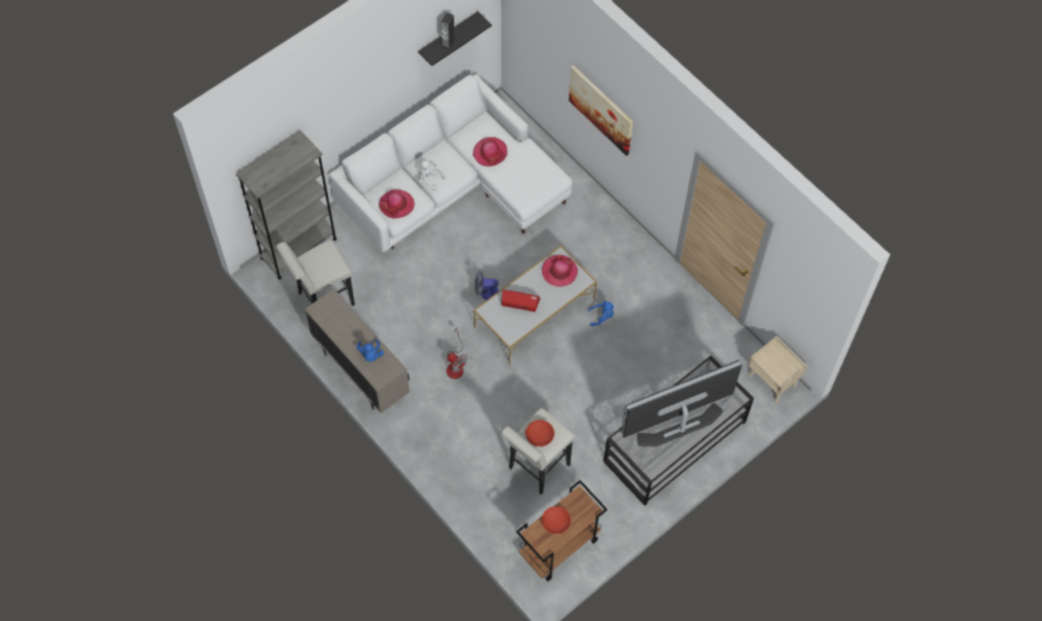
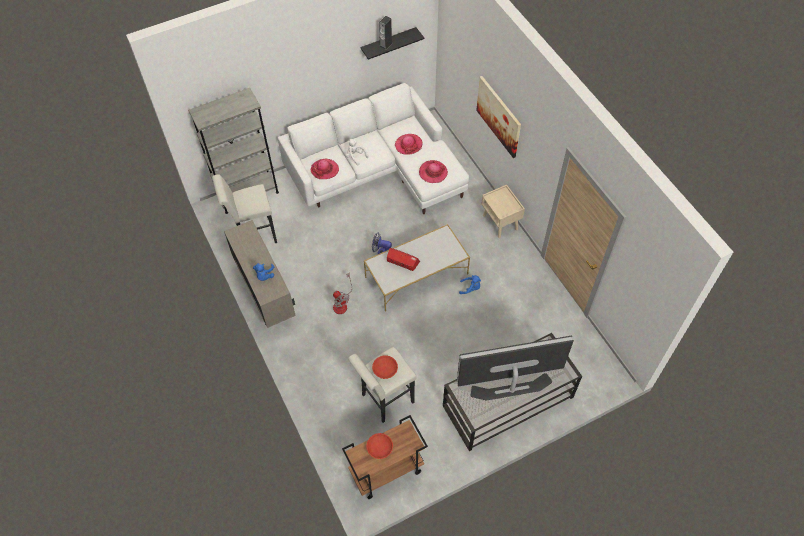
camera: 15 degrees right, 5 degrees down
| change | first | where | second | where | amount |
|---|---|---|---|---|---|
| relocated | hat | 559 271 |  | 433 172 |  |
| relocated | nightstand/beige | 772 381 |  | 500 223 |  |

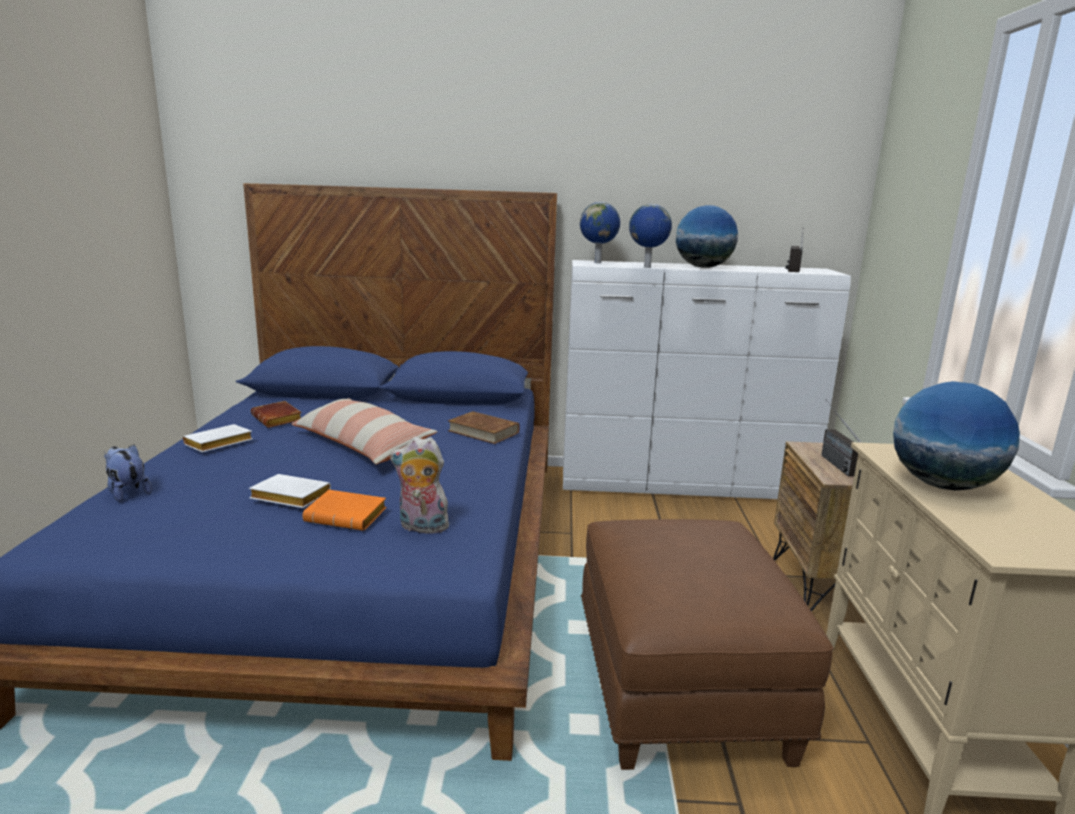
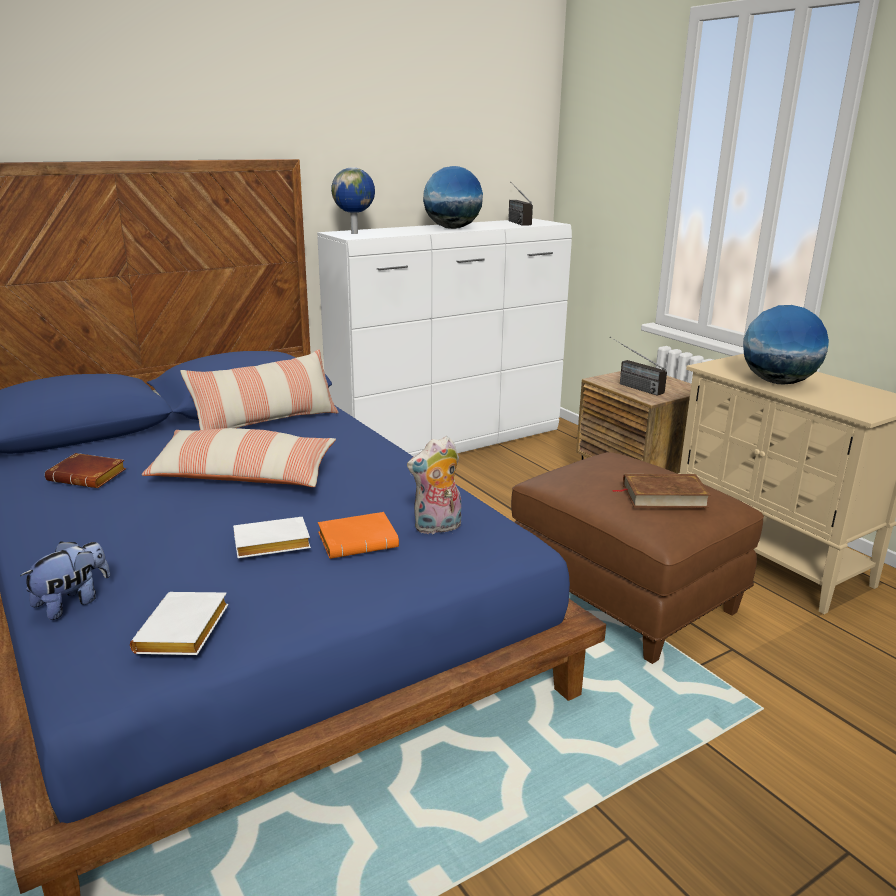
camera: 35 degrees left, 5 degrees up
| change | first | where | second | where | amount |
|---|---|---|---|---|---|
| missing | globe | 647 267 |  |  |  |
| appeared |  |  | pillow | 266 422 |  |
| relocated | book/white | 218 444 |  | 184 633 |  |
| relocated | book/brown | 483 432 |  | 663 496 |  |
| spun | plush toy | 127 493 |  | 72 602 | 120 degrees clockwise |

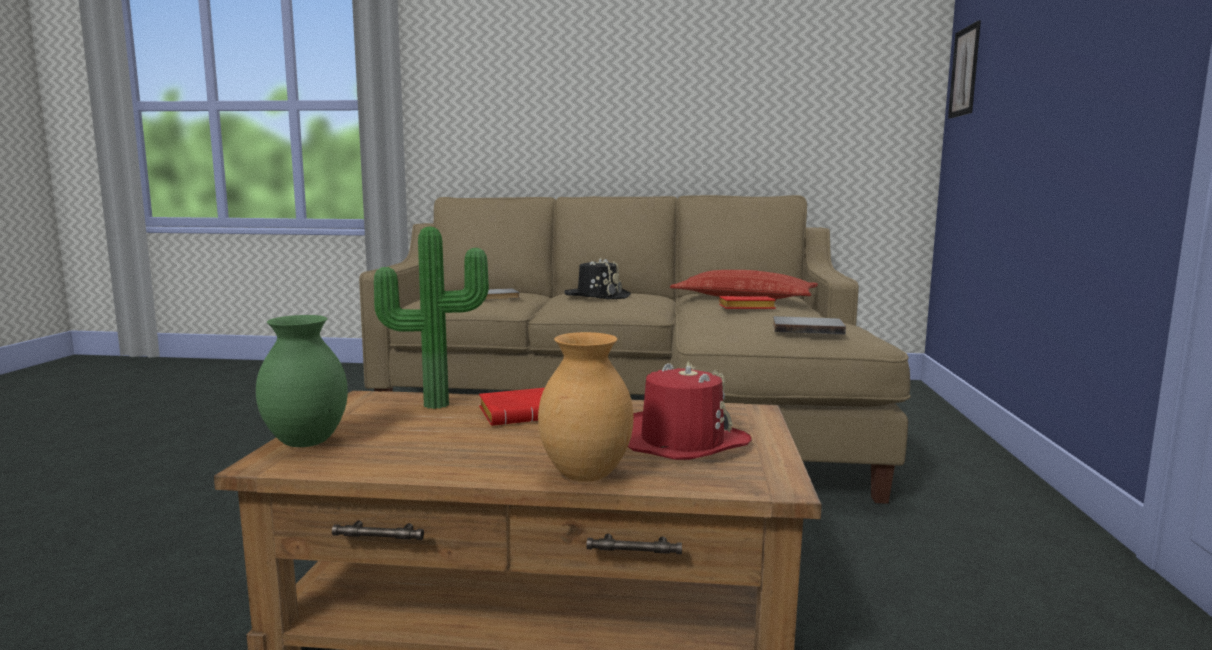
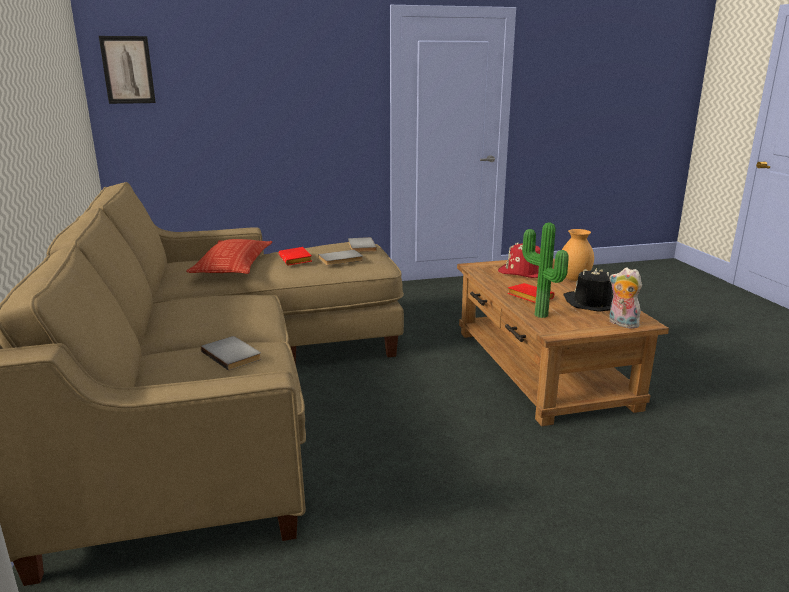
camera: 110 degrees left, 10 degrees up
| change | first | where | second | where | amount |
|---|---|---|---|---|---|
| appeared |  |  | book/grey | 341 260 |  |
| relocated | hat/black | 597 296 |  | 592 303 |  |
| exchanged | vase/green | 305 443 | plush toy | 621 324 |  |

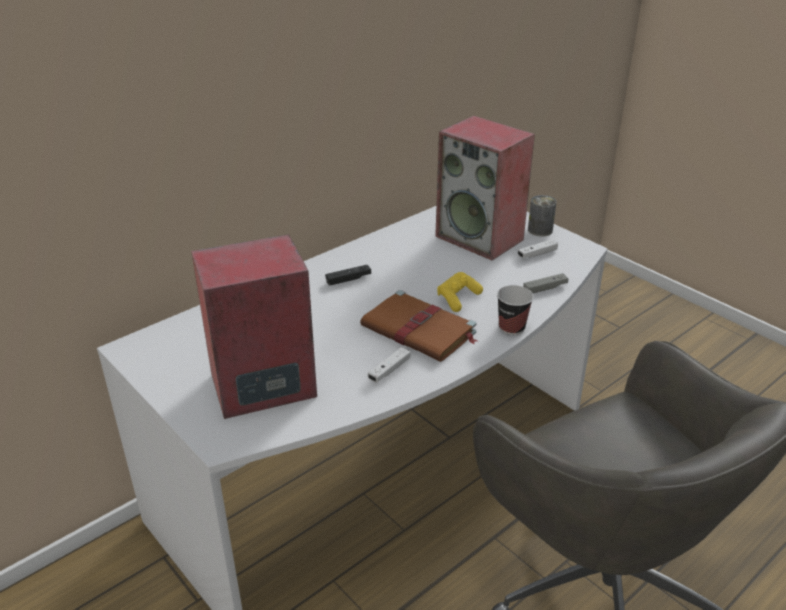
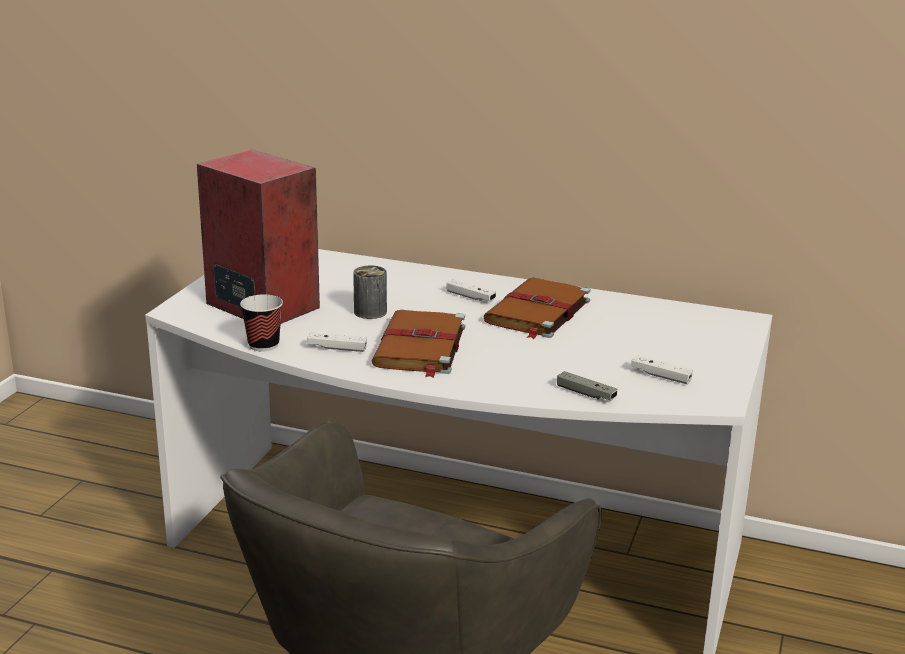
camera: 60 degrees right, 10 degrees down
| change | first | where | second | where | amount |
|---|---|---|---|---|---|
| missing | speaker | 481 238 |  |  |  |
| missing | game controller/yellow | 458 298 |  |  |  |
| appeared |  |  | book/brown | 537 312 |  |
| relocated | cup | 511 328 |  | 263 345 |  |
| relocated | can | 540 230 |  | 370 312 |  |
| colour | game controller/black | 348 279 | game controller/white | 470 297 |  |

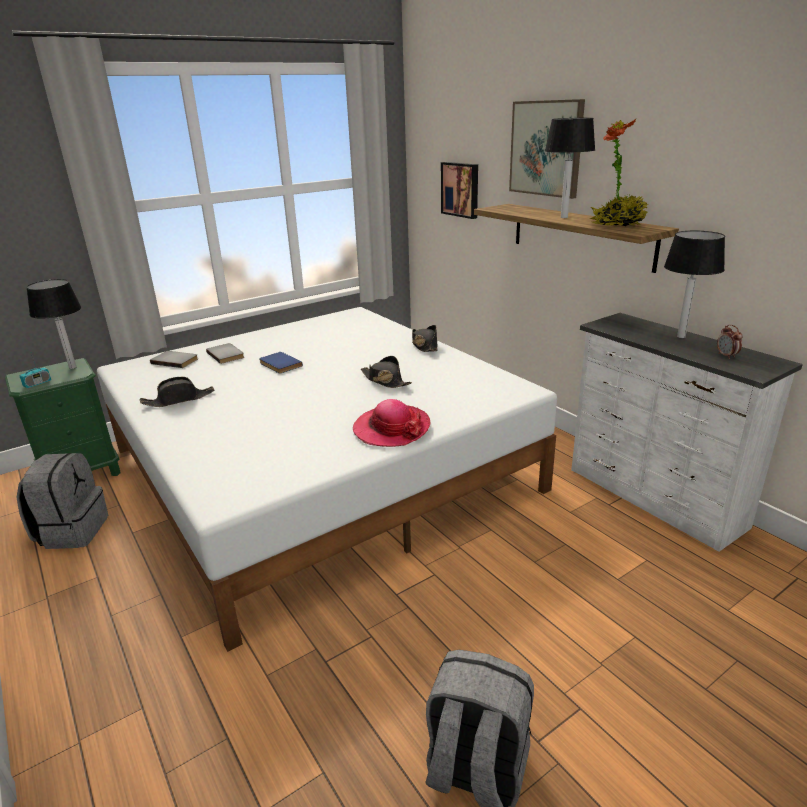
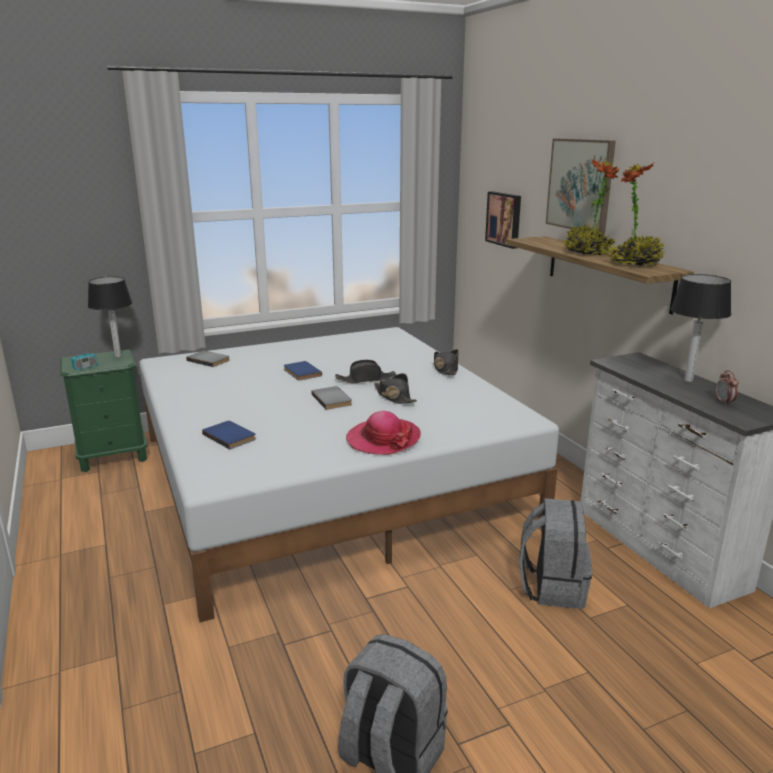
camera: 10 degrees right, 5 degrees down
| change | first | where | second | where | amount |
|---|---|---|---|---|---|
| appeared |  |  | book/blue | 231 436 |  |
| relocated | backpack/grey | 72 531 |  | 552 587 |  |
| relocated | hat/black | 179 399 |  | 366 379 |  |
| relocated | book/grey | 227 354 |  | 333 399 |  |
| exchanged | table lamp | 563 217 | potted plant | 587 253 |  |

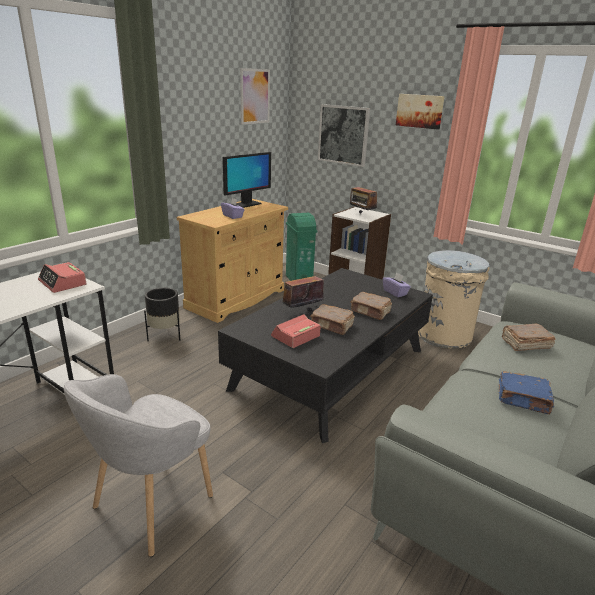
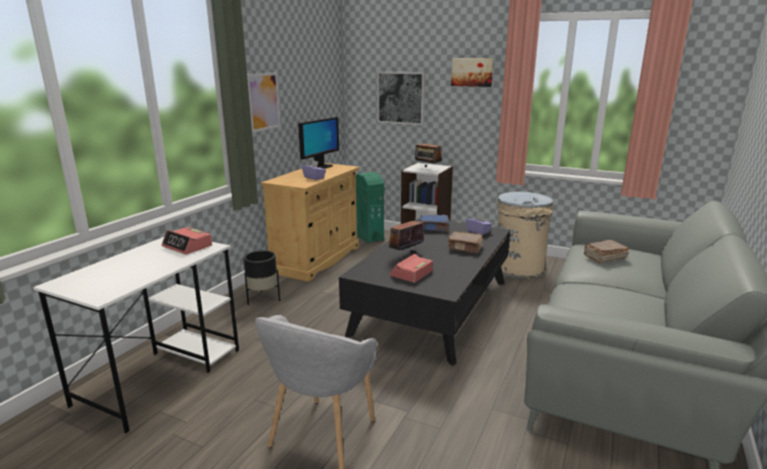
camera: 10 degrees left, 5 degrees down
| change | first | where | second | where | amount |
|---|---|---|---|---|---|
| missing | book/brown | 332 326 |  |  |  |
| relocated | picture | 255 96 |  | 263 101 |  |
| relocated | book/blue | 523 400 |  | 434 228 |  |

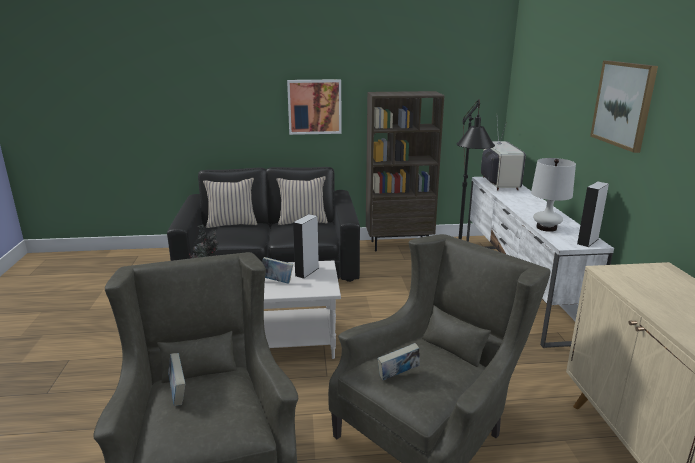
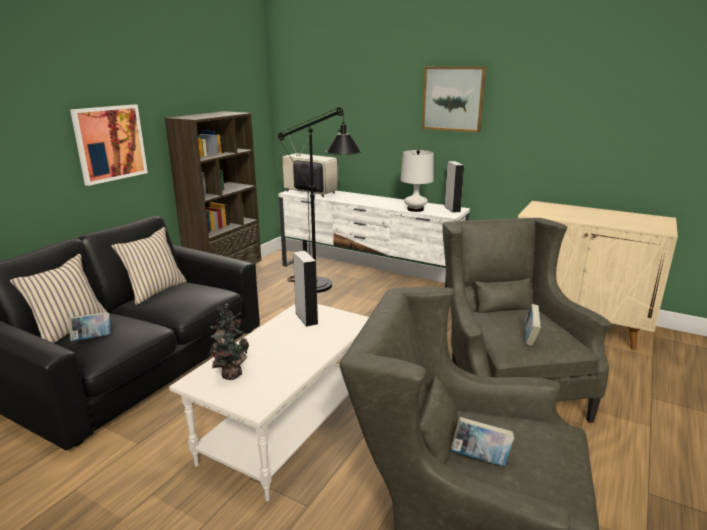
camera: 55 degrees left, 0 degrees up
| change | first | where | second | where | amount |
|---|---|---|---|---|---|
| relocated | book | 277 281 |  | 92 339 |  |

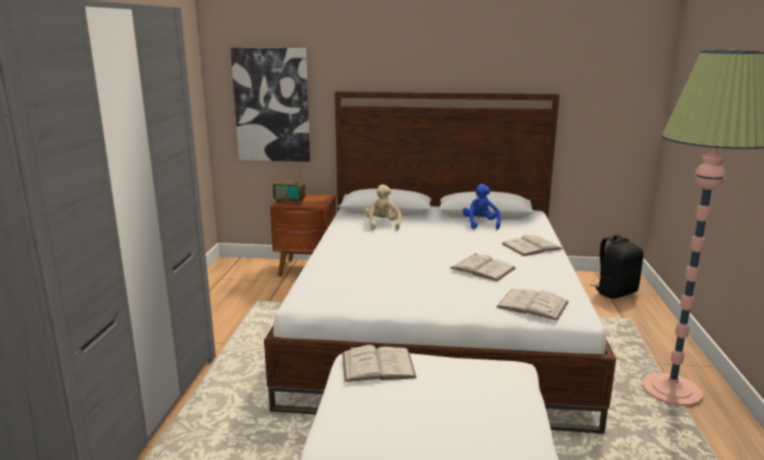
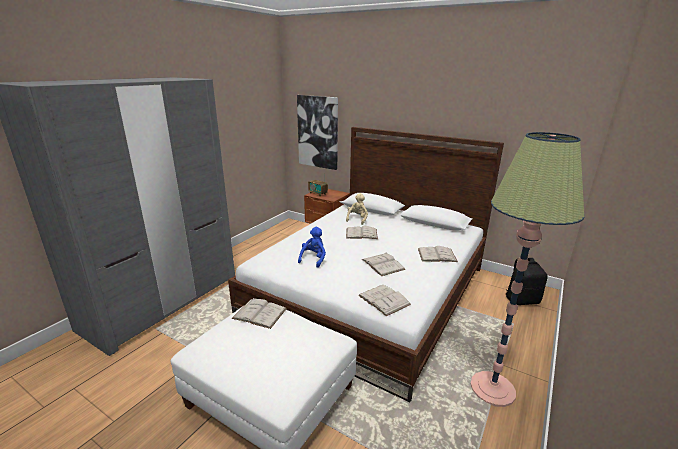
camera: 25 degrees right, 5 degrees up
| change | first | where | second | where | amount |
|---|---|---|---|---|---|
| appeared |  |  | book/white | 361 233 |  |
| relocated | plush toy/blue | 480 224 |  | 313 259 |  |

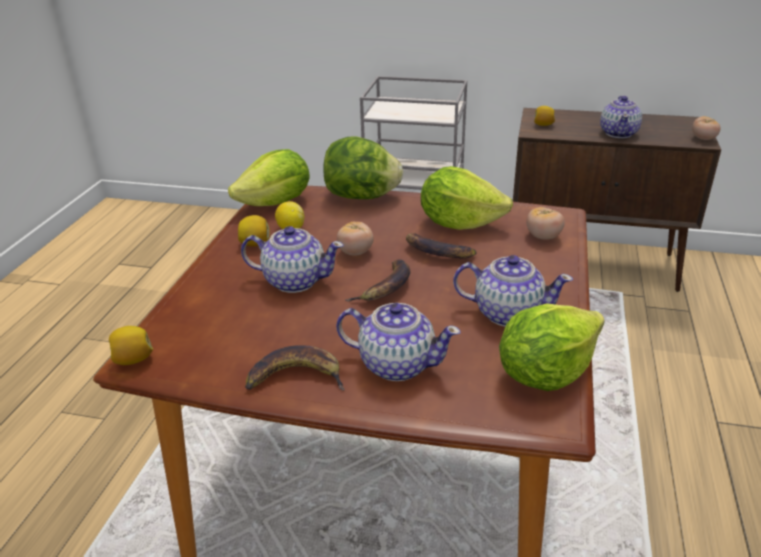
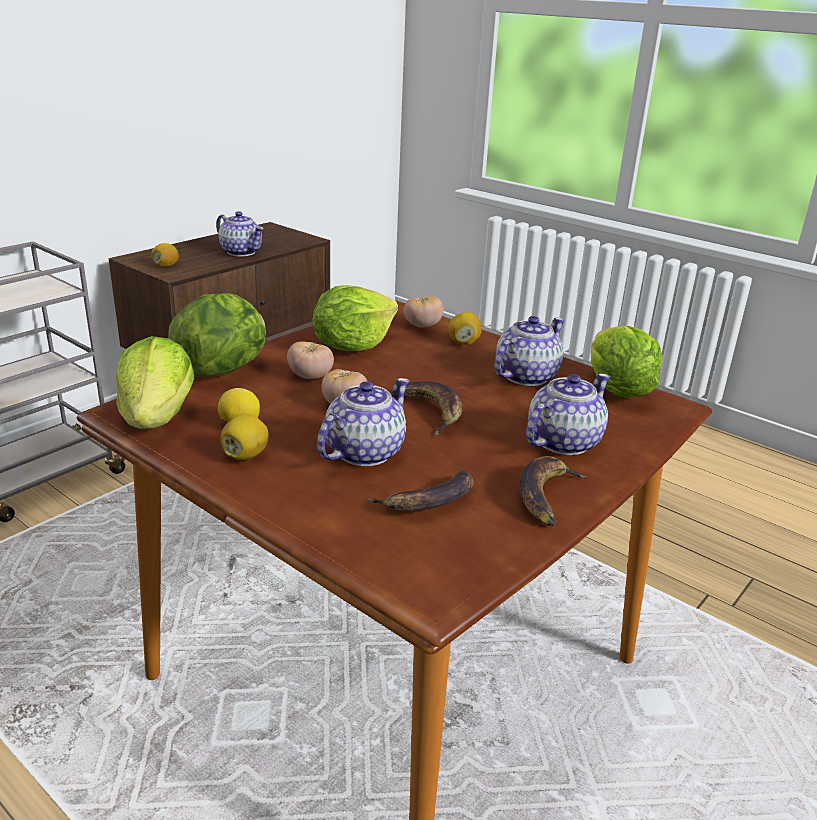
camera: 65 degrees left, 5 degrees down
| change | first | where | second | where | amount |
|---|---|---|---|---|---|
| relocated | lemon | 133 360 |  | 463 342 |  |
| relocated | banana | 436 252 |  | 428 501 |  |
| relocated | tomato | 703 139 |  | 310 377 |  |

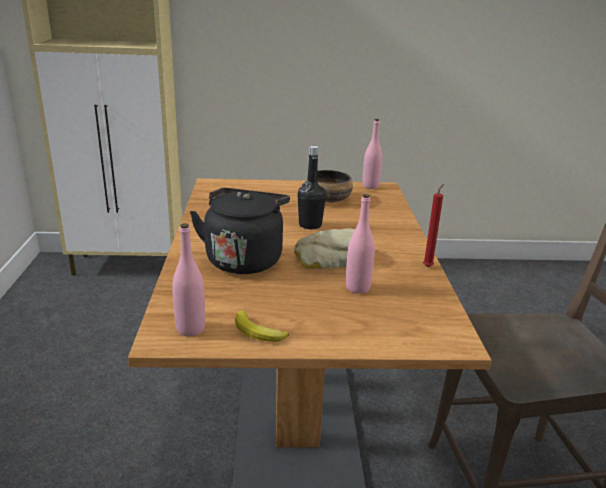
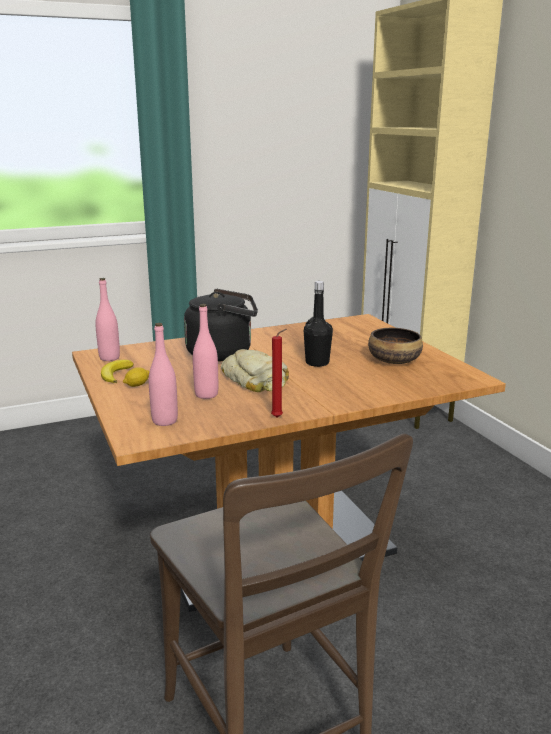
camera: 70 degrees right, 5 degrees down
| change | first | where | second | where | amount |
|---|---|---|---|---|---|
| appeared |  |  | lemon | 137 385 |  |
| relocated | bottle/pink | 370 186 |  | 165 421 |  |

